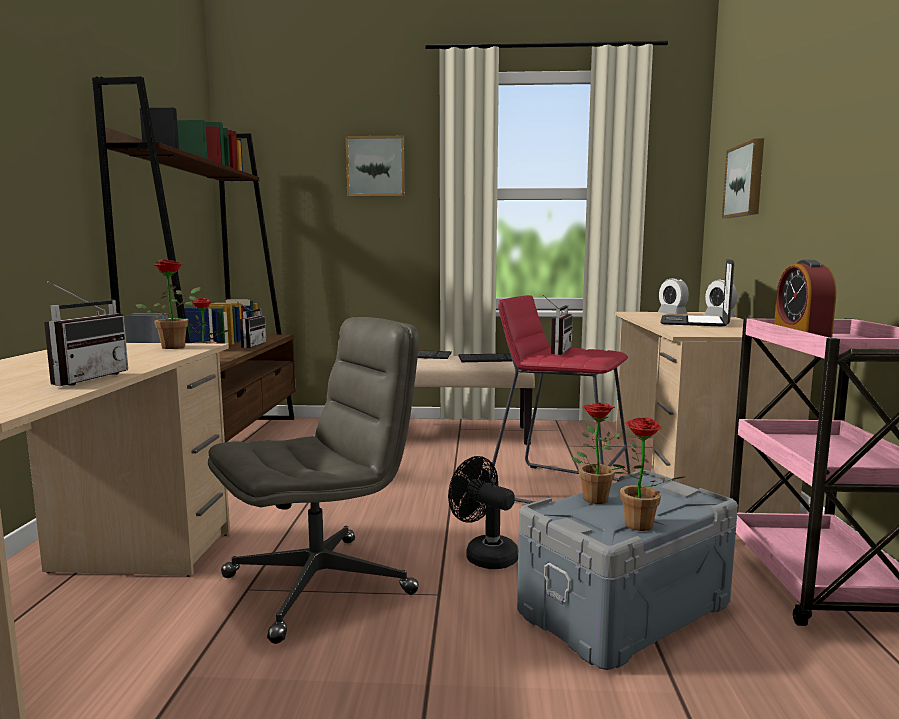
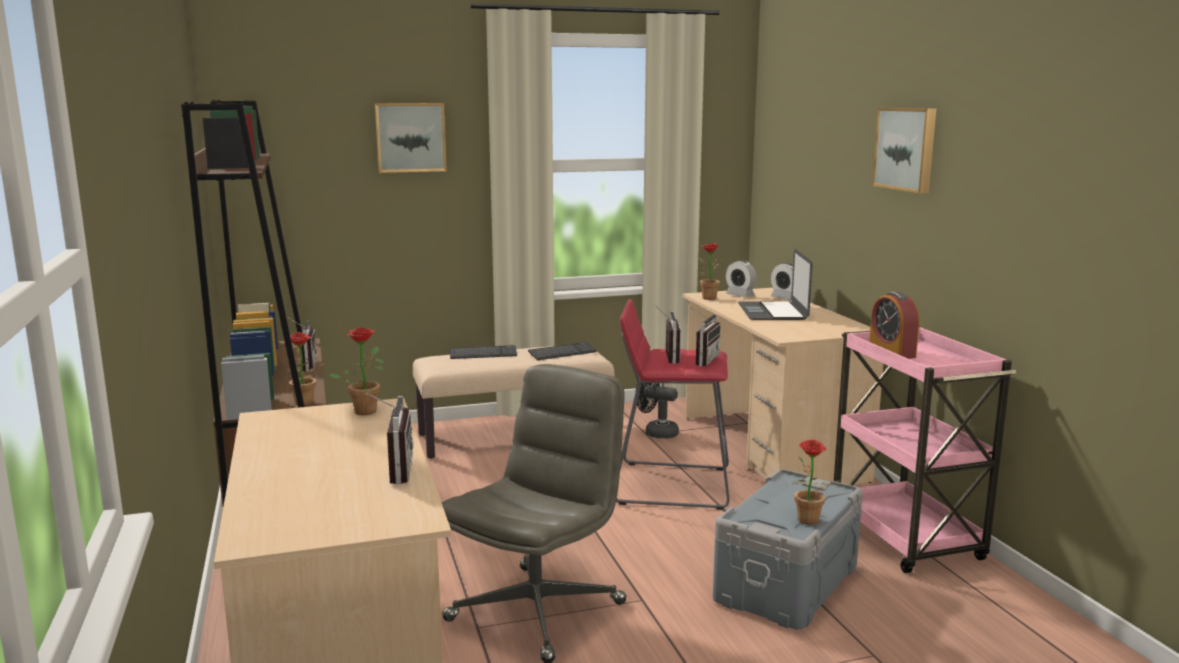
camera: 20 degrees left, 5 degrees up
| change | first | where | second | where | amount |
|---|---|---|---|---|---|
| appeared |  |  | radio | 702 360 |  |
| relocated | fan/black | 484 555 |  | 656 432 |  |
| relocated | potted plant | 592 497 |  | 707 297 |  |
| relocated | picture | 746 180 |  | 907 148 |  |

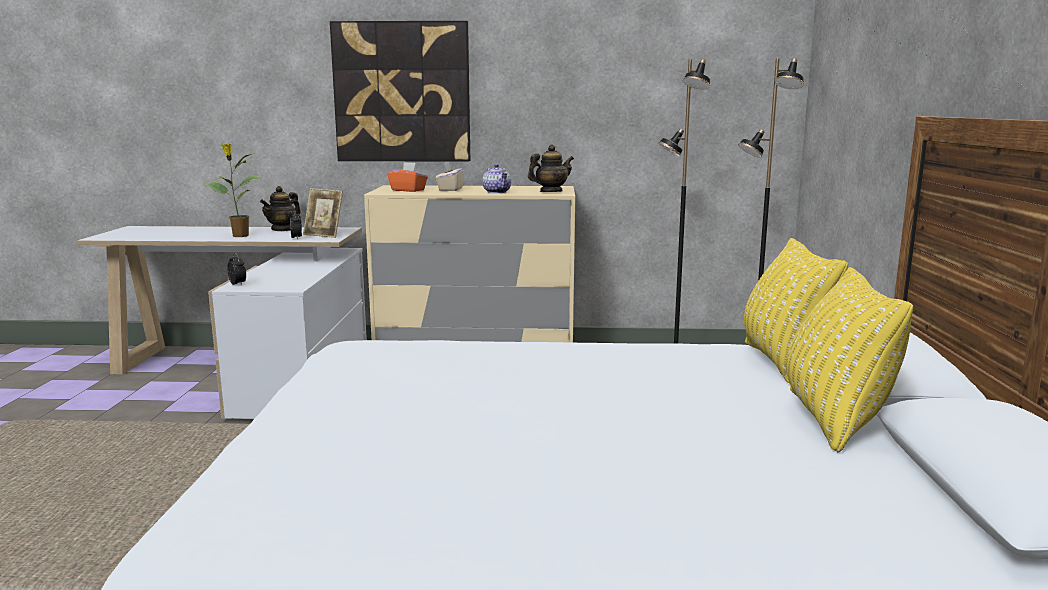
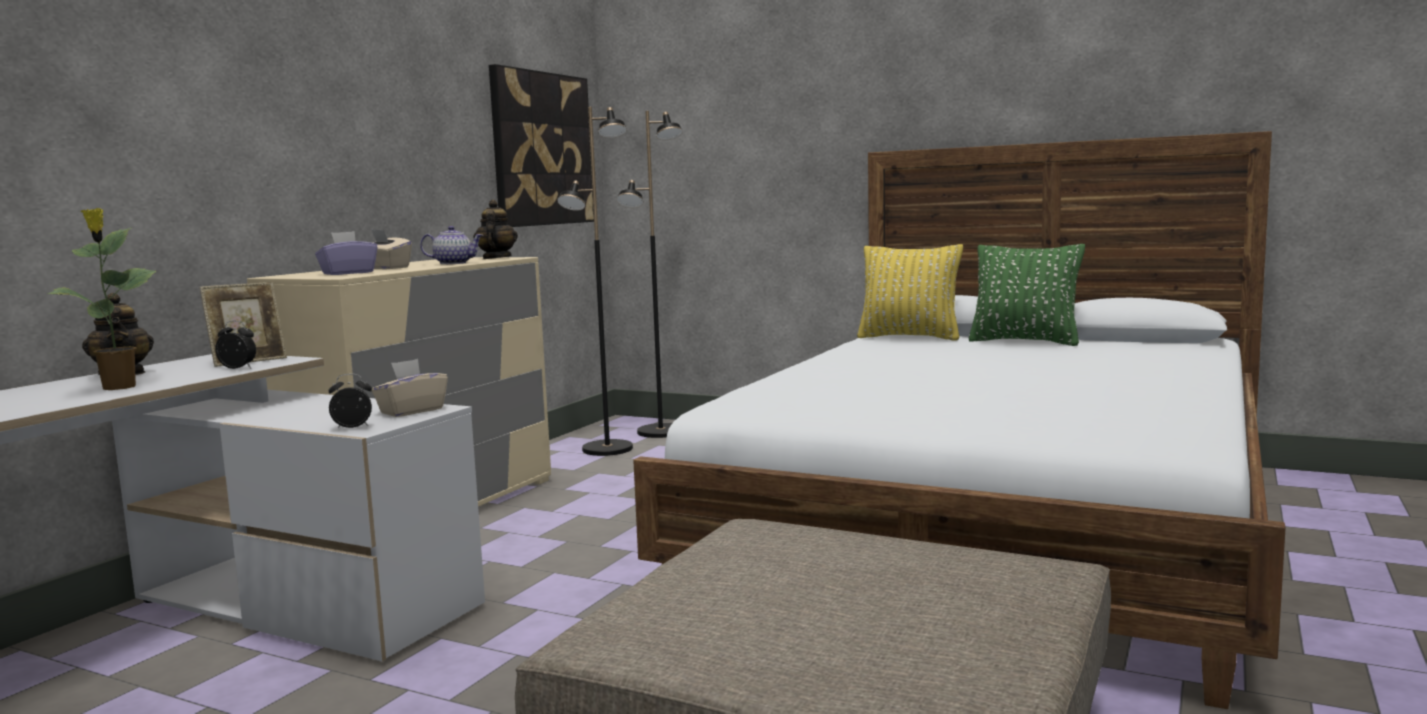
camera: 65 degrees left, 5 degrees down
| change | first | where | second | where | amount |
|---|---|---|---|---|---|
| appeared |  |  | tissue box/beige | 411 411 |  |
| relocated | picture | 402 92 |  | 541 149 |  |
| colour | tissue box/orange | 408 190 | tissue box/purple | 348 273 |  |
| colour | pillow/yellow | 834 420 | pillow/green | 1025 341 |  |

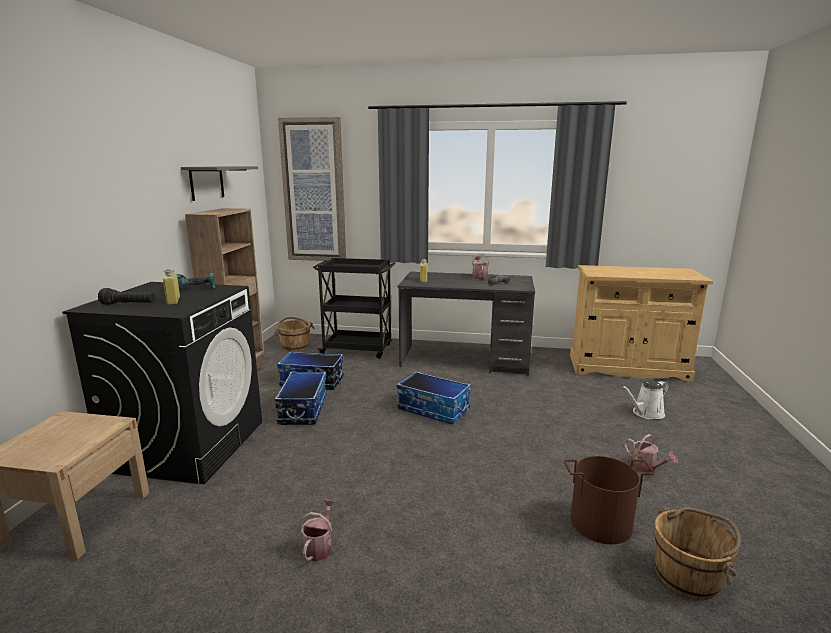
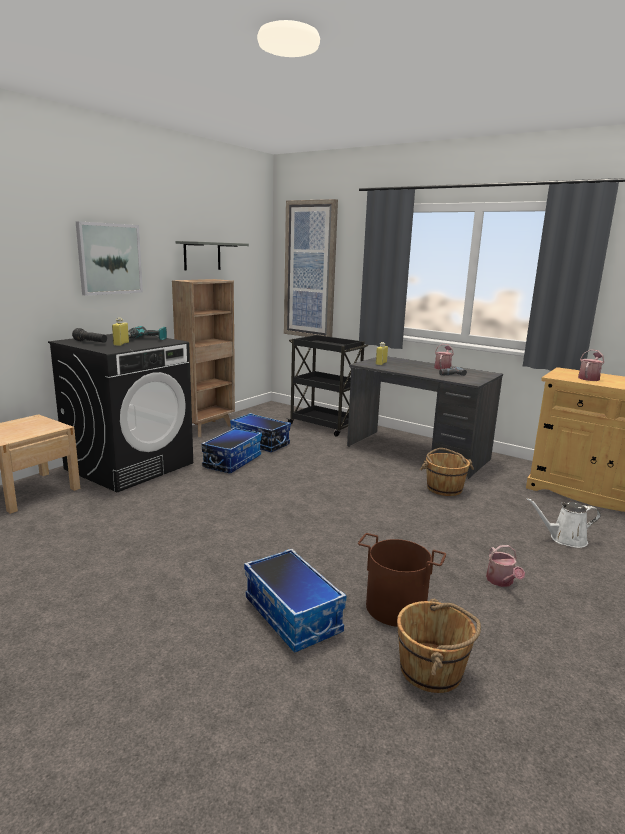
camera: 25 degrees right, 0 degrees up
| change | first | where | second | where | amount |
|---|---|---|---|---|---|
| appeared |  |  | picture | 109 259 |  |
| relocated | bucket/brown | 295 346 |  | 444 488 |  |
| relocated | watering can | 319 546 |  | 589 378 |  |
| relocated | storage box | 434 409 |  | 293 615 |  |

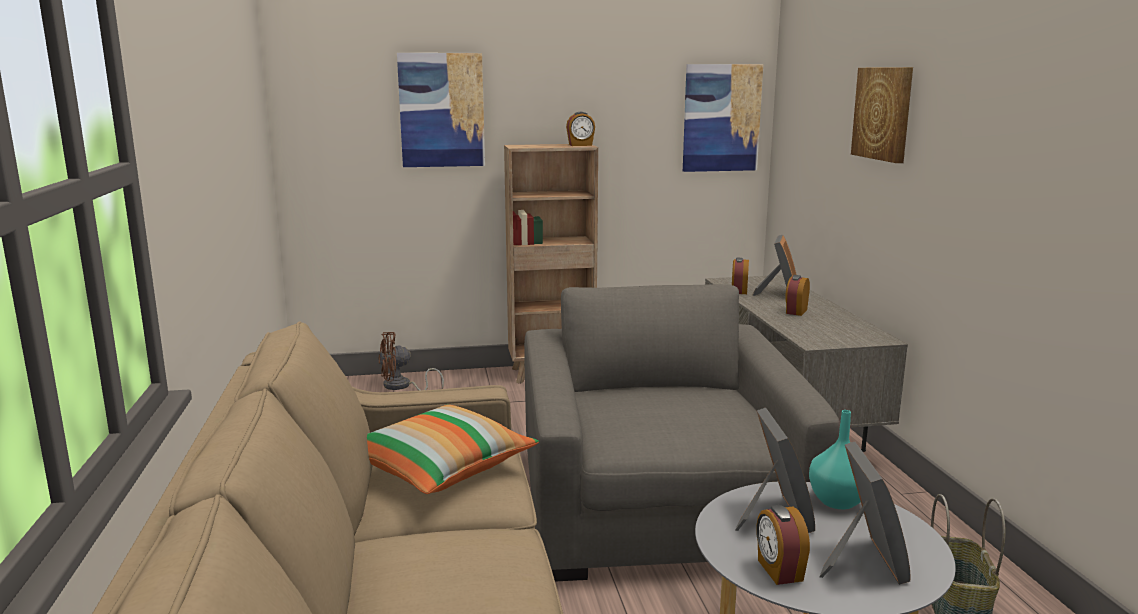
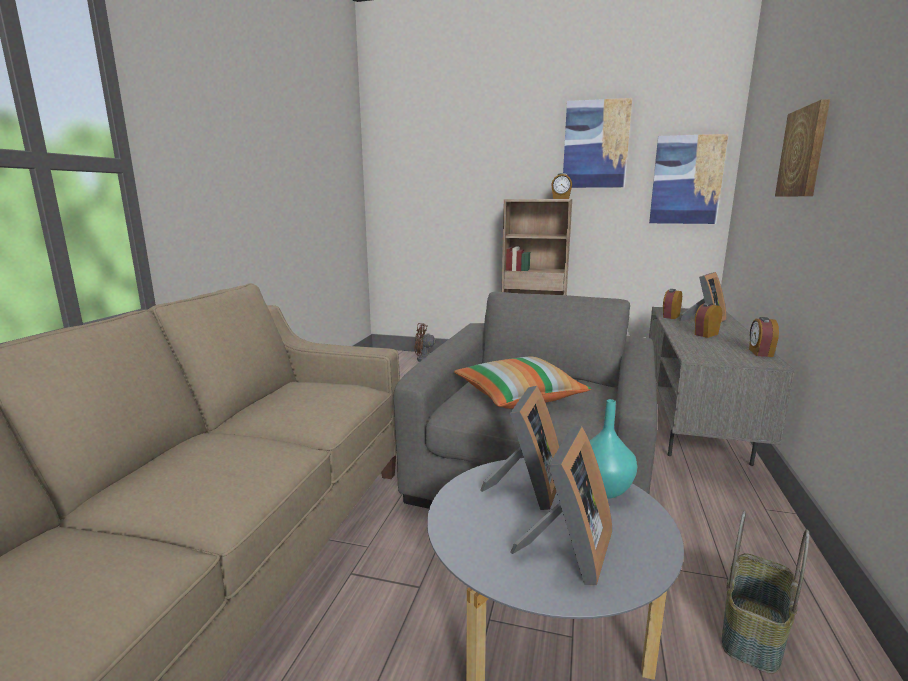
camera: 25 degrees right, 0 degrees up
| change | first | where | second | where | amount |
|---|---|---|---|---|---|
| relocated | pillow | 440 468 |  | 519 397 |  |
| relocated | picture | 441 110 |  | 596 144 |  |
| relocated | alarm clock | 779 570 |  | 760 353 |  |

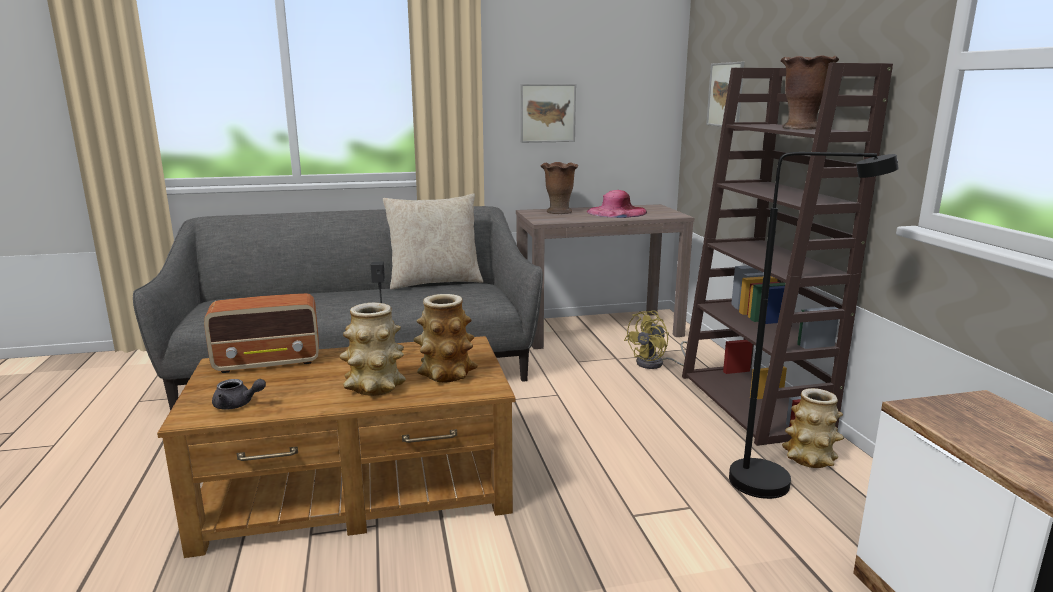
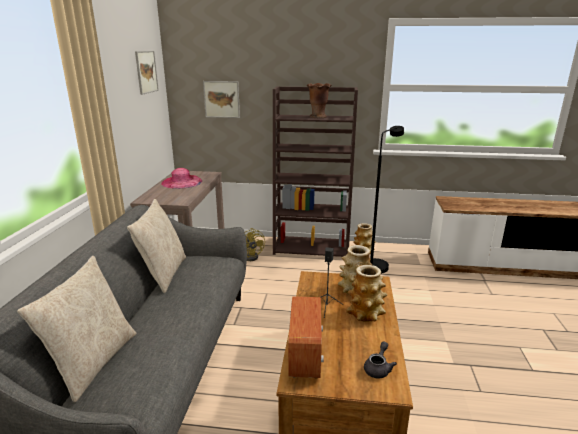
camera: 70 degrees left, 5 degrees up
| change | first | where | second | where | amount |
|---|---|---|---|---|---|
| missing | vase/brown | 559 212 |  |  |  |
| appeared |  |  | pillow/beige | 93 362 |  |
| relocated | picture | 547 113 |  | 146 72 |  |

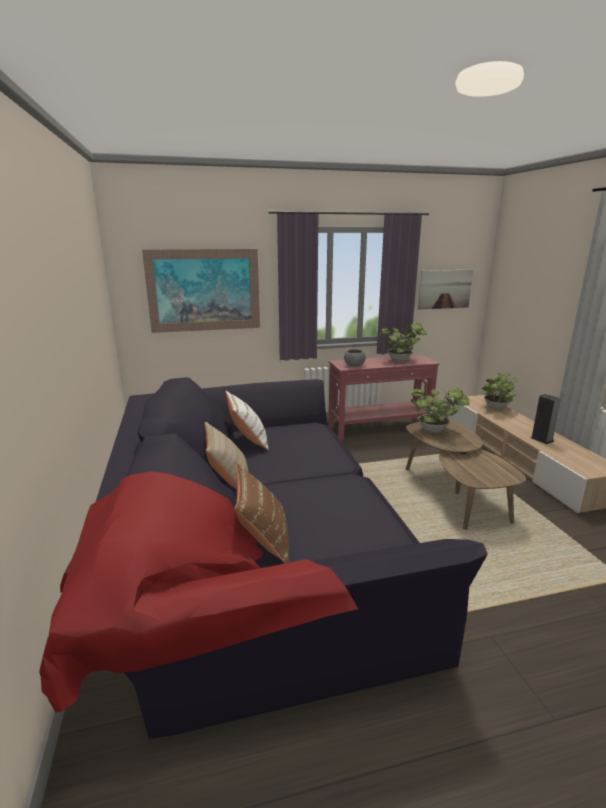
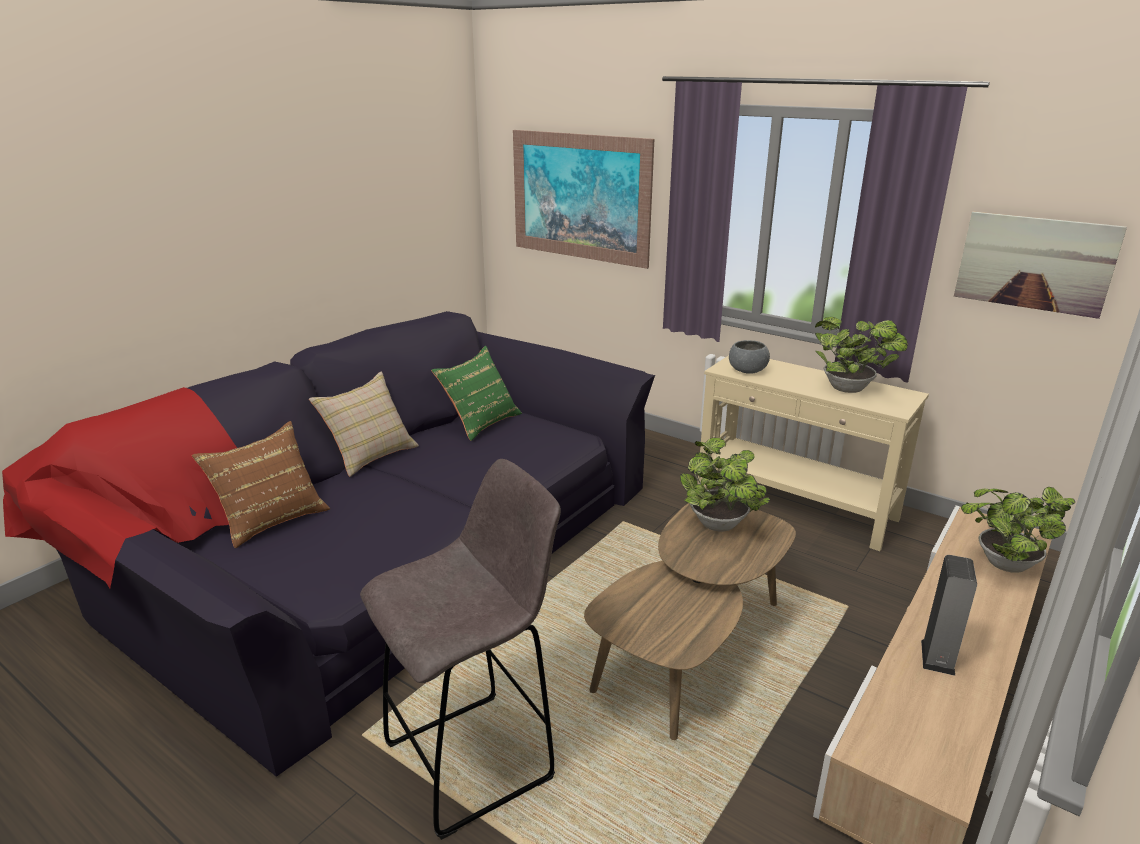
camera: 50 degrees right, 5 degrees up
| change | first | where | second | where | amount |
|---|---|---|---|---|---|
| appeared |  |  | stool/grey | 474 759 |  |
| colour | pillow/white | 248 441 | pillow/green | 480 422 |  |
| colour | console table/red | 379 428 | console table/beige | 795 505 |  |

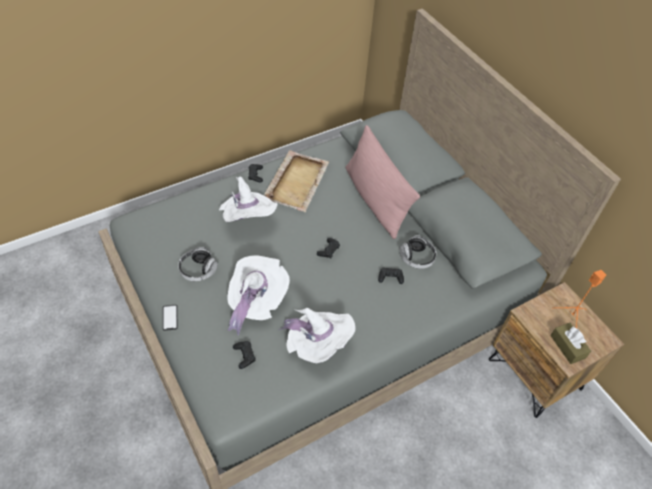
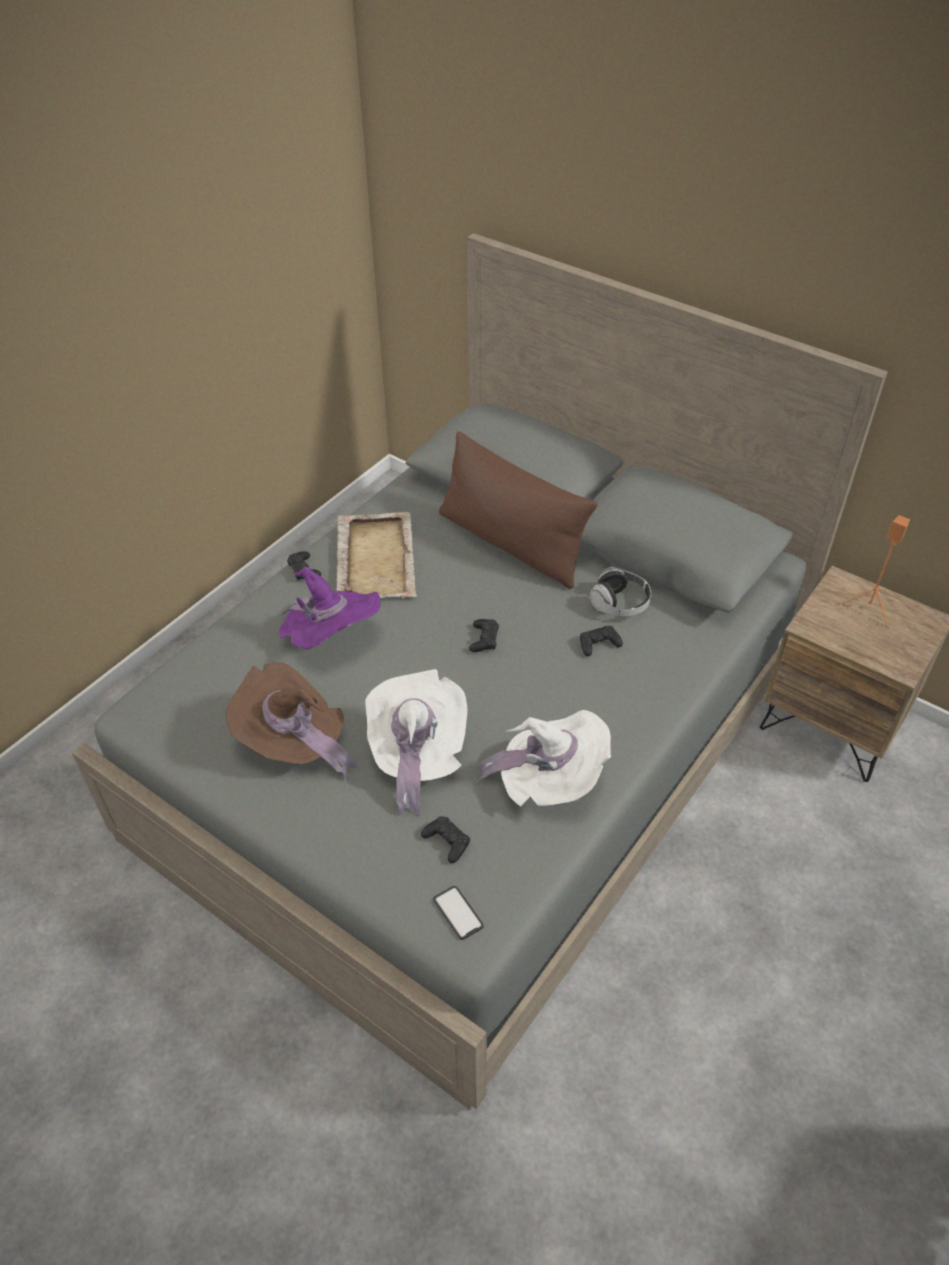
camera: 20 degrees left, 5 degrees down
| change | first | where | second | where | amount |
|---|---|---|---|---|---|
| missing | tissue box/brown | 567 346 |  |  |  |
| relocated | phone | 170 317 |  | 458 913 |  |
| exchanged | headphones | 198 270 | hat/brown | 294 743 |  |
| colour | hat/white | 247 220 | hat/purple | 330 639 |  |
| colour | pillow/pink | 375 200 | pillow/brown | 510 544 |  |

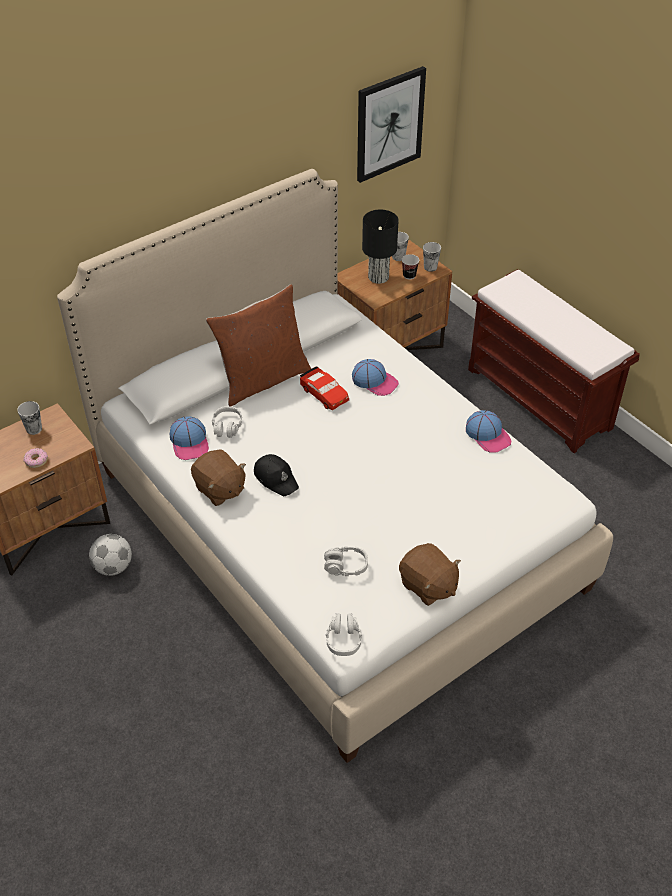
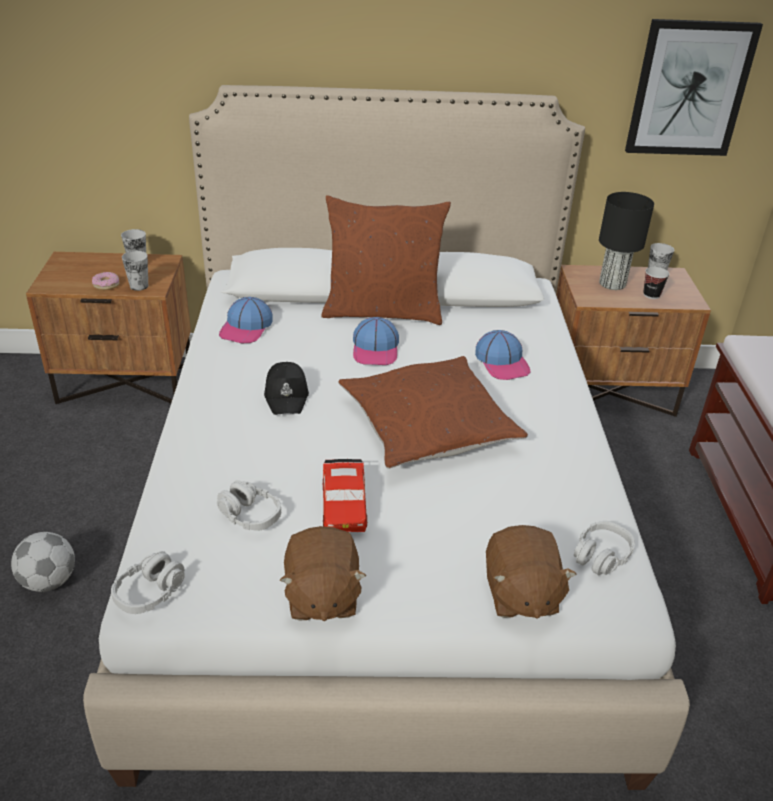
camera: 35 degrees right, 10 degrees down
| change | first | where | second | where | amount |
|---|---|---|---|---|---|
| appeared |  |  | pillow/brown | 427 425 |  |
| relocated | football | 113 567 |  | 49 581 |  |
| relocated | plush toy/brown | 219 489 |  | 520 594 |  |
| relocated | headphones/grey | 227 427 |  | 601 555 |  |
| relocated | toy car/red | 324 394 |  | 344 505 |  |
| relocated | cup | 430 267 |  | 139 286 |  |
| relocated | cap | 488 435 |  | 376 349 |  |

